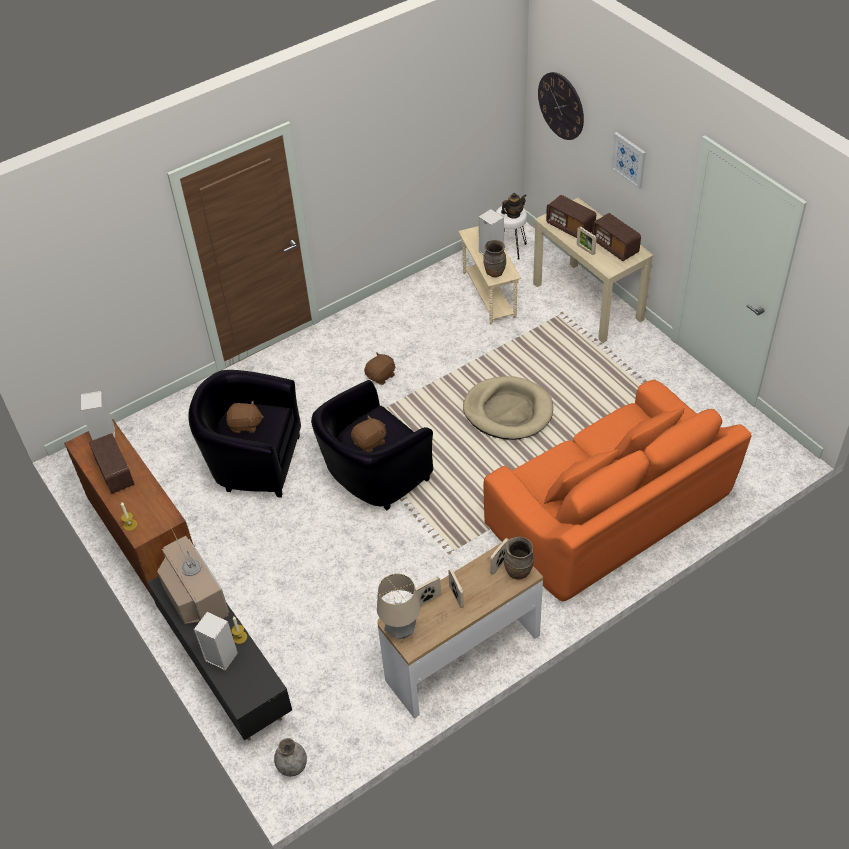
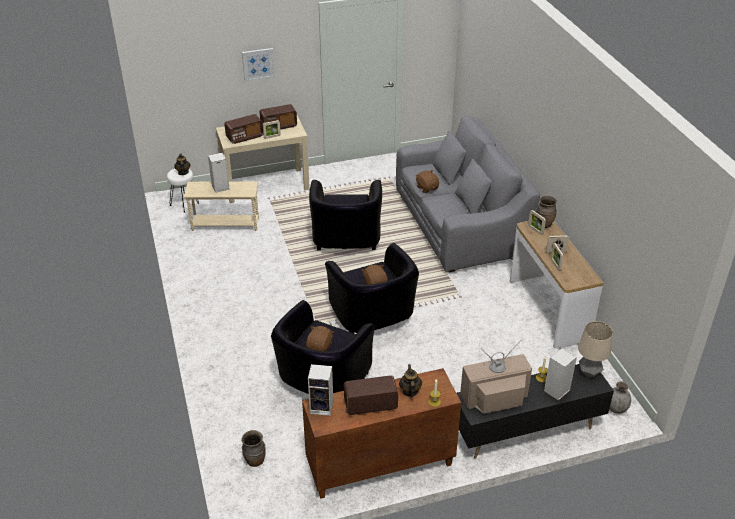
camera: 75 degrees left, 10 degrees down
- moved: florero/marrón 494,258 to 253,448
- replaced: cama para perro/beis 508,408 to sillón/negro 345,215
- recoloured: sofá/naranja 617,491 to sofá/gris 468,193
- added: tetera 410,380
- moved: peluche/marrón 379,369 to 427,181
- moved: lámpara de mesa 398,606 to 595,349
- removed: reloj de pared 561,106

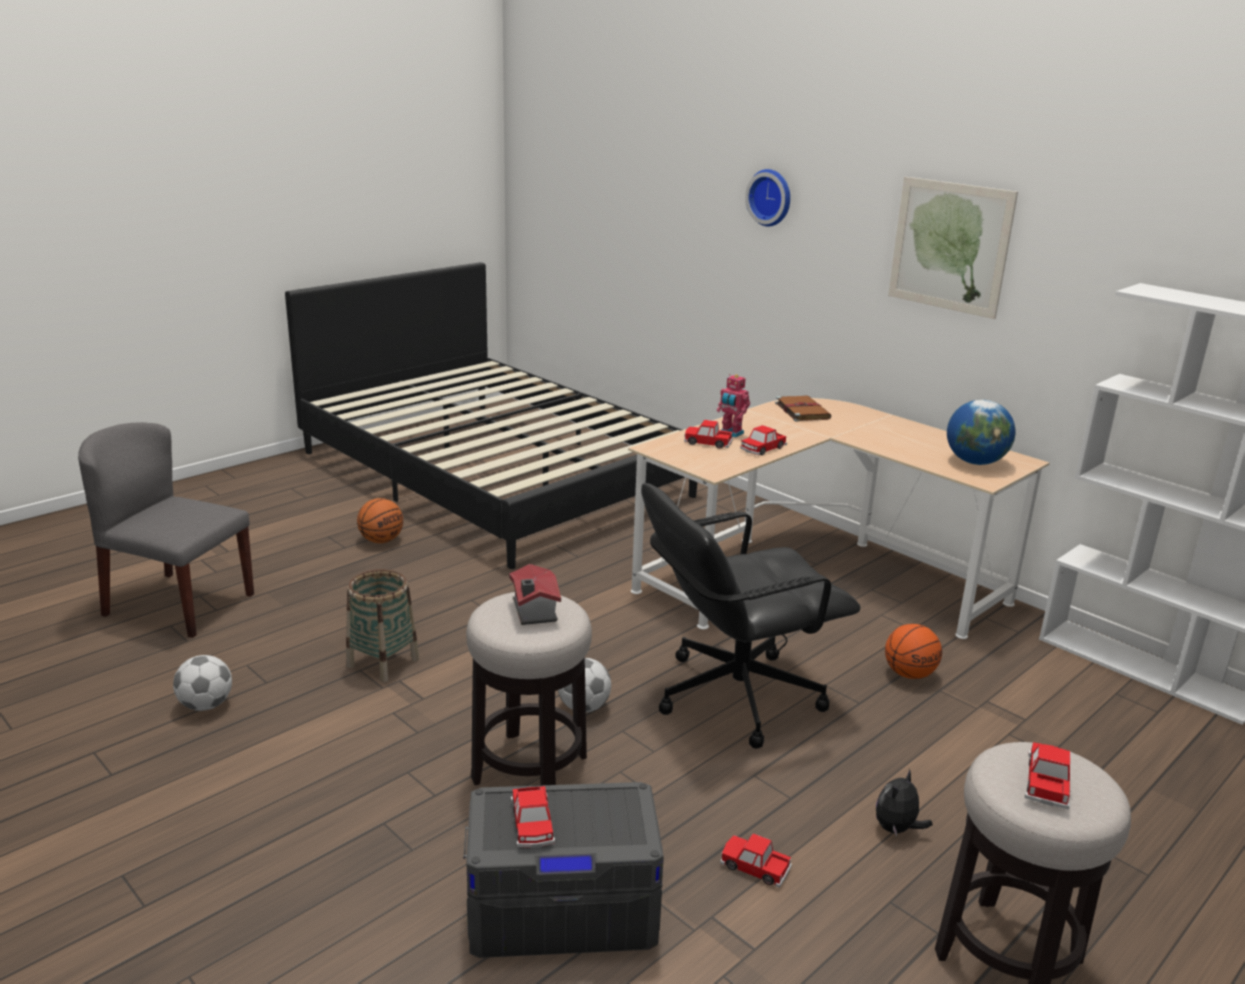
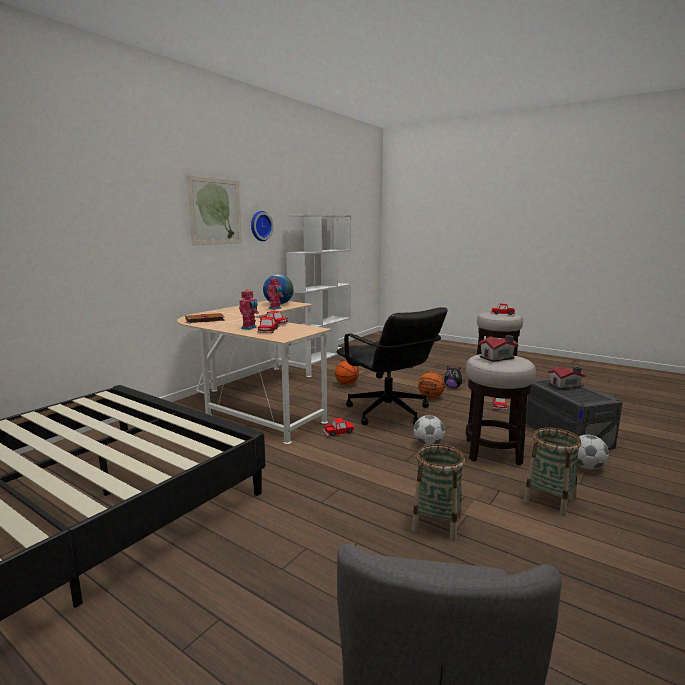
camera: 100 degrees left, 10 degrees down
- moved: reloj de pared 767,198 to 262,226
- added: robot de juguete 275,293
- moved: coche de juguete 533,817 to 338,427
- moved: balón de baloncesto 380,520 to 431,385
- added: cesta 552,472
- added: casita 566,377
- moved: balón de fútbol 202,683 to 593,452

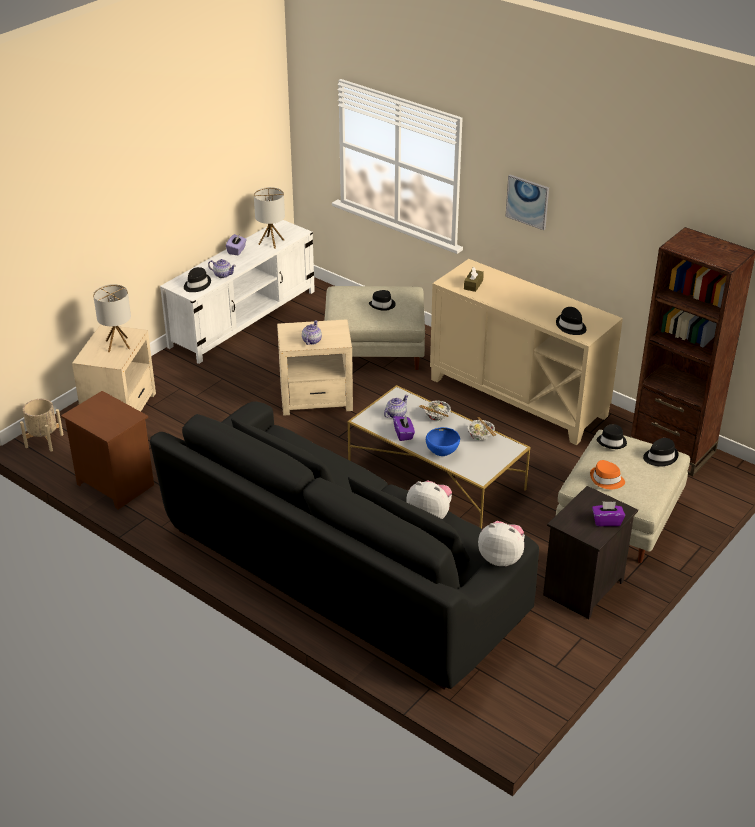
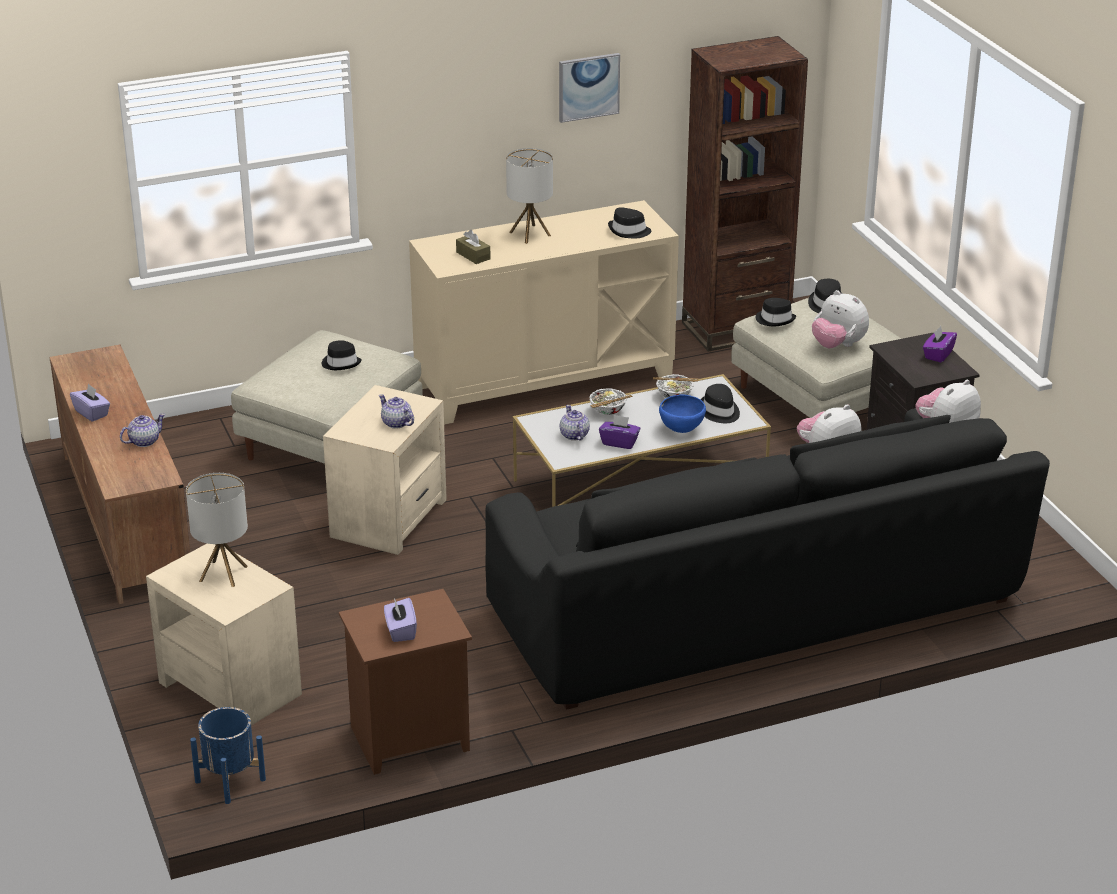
camera: 60 degrees left, 5 degrees down
- recoloured: mueble de televisión/blanco 237,292 to mueble de televisión/marrón 119,474
- recoloured: maceta/beis 42,425 to maceta/azul 228,755
- added: caja de pañuelos/morado 400,620
- moved: lámpara de mesa 269,218 to 529,196
- moved: cuadro 527,202 to 589,88
- moved: sombrero/negro 197,279 to 720,403
- replaced: sombrero/naranja 607,474 to peluche 840,319

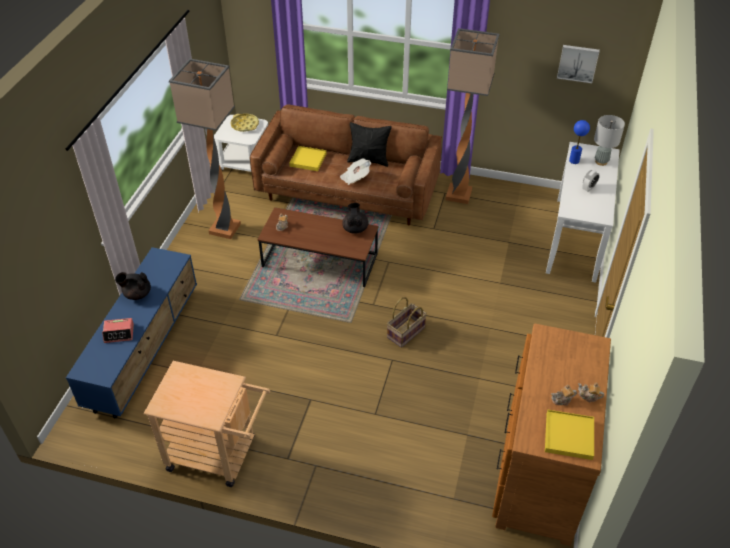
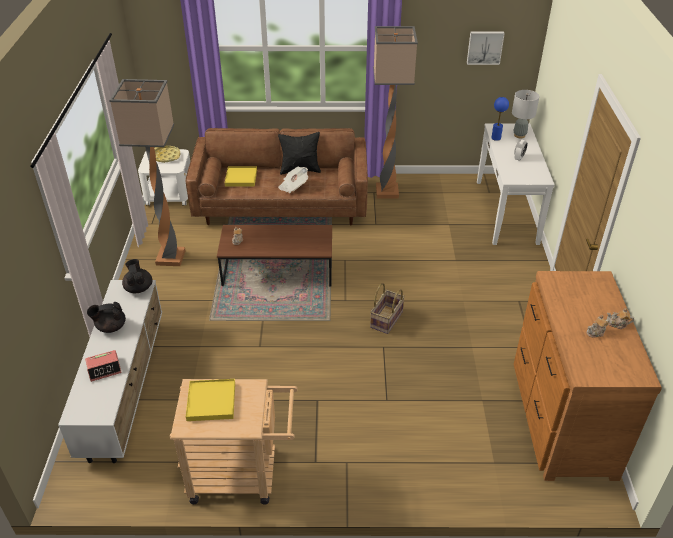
camera: 15 degrees left, 5 degrees down
- recoloured: mueble de televisión/azul 131,332 to mueble de televisión/blanco 110,371
- moved: tetera/negro 355,218 to 137,276
- moved: bandeja/amarillo 569,435 to 210,400

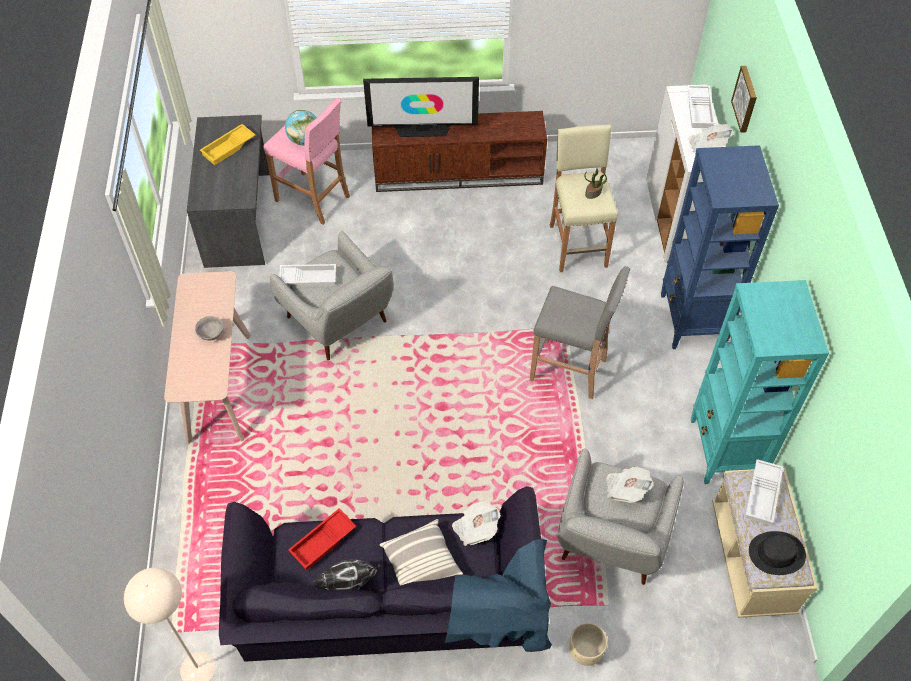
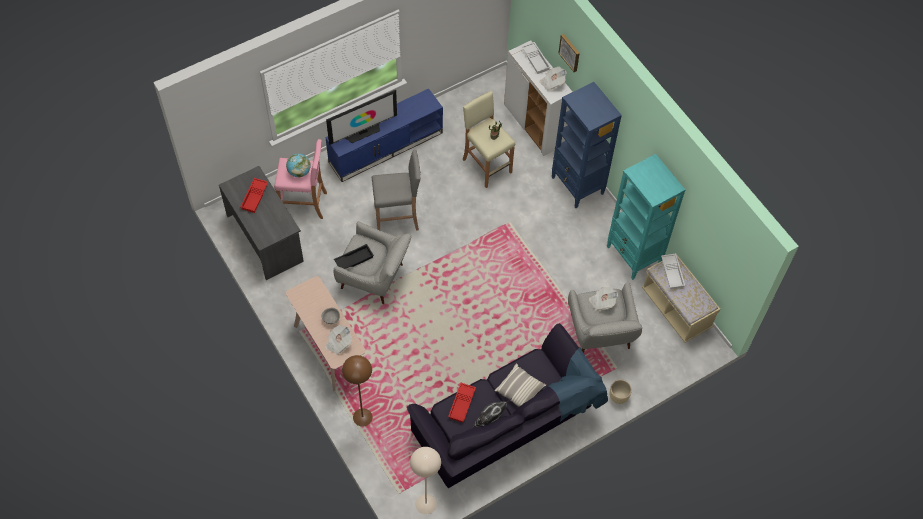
camera: 30 degrees left, 5 degrees up
- recoloured: bandeja/amarillo 227,144 to bandeja/rojo 254,195
- recoloured: mueble de televisión/marrón 459,151 to mueble de televisión/azul 384,135
- moved: periódico 476,523 to 338,340
- recoloured: bandeja/blanco 307,275 to bandeja/negro 354,256
- added: lámpara de pie/marrón 357,391
- moved: taburete/gris 579,332 to 396,190
- removed: sombrero/negro 777,553

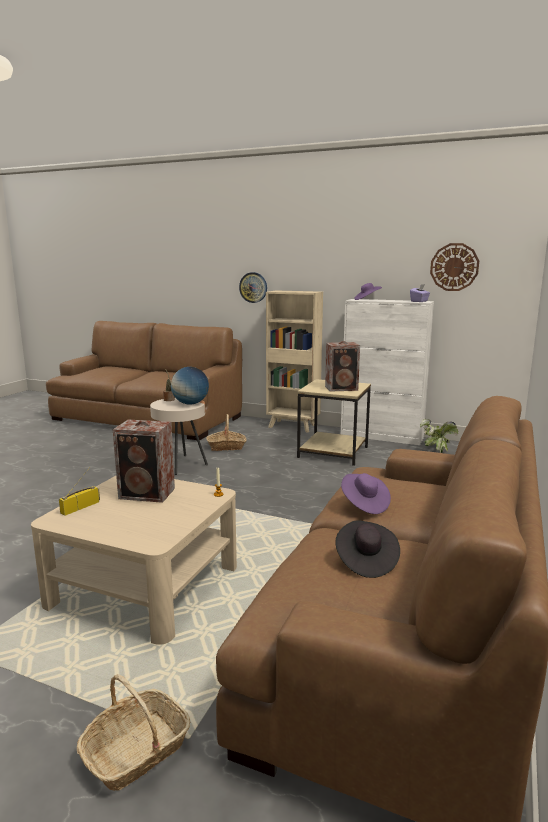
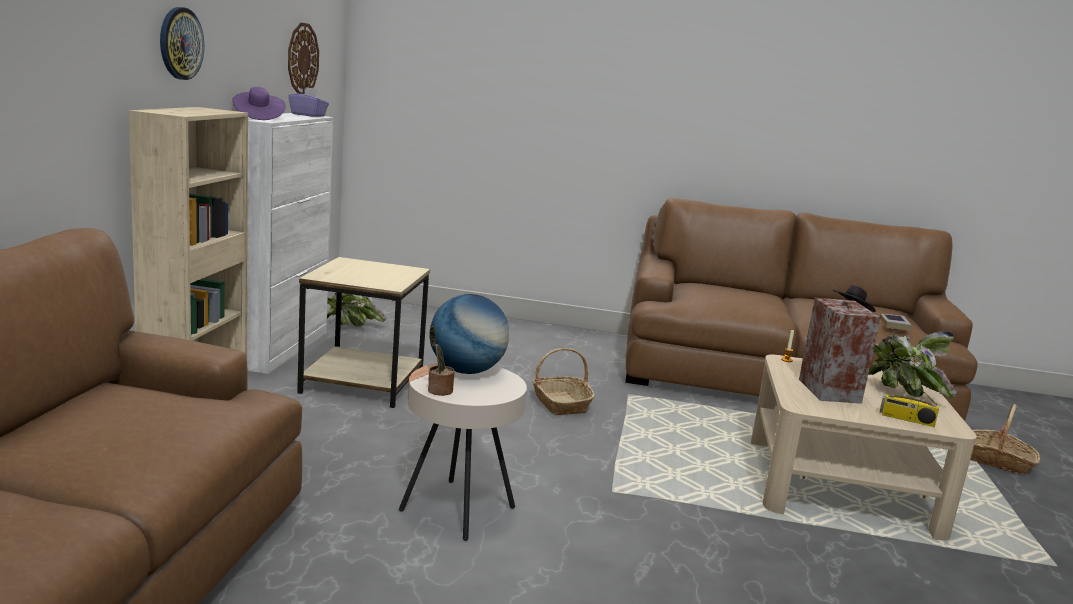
camera: 105 degrees left, 0 degrees up
- moved: reloj de pared 253,287 to 182,43
- moved: cesta 226,432 to 563,381
- added: planta en maceta 912,365
- added: libro 896,322
- removed: altavoz 342,366
- removed: sombrero/morado 366,493

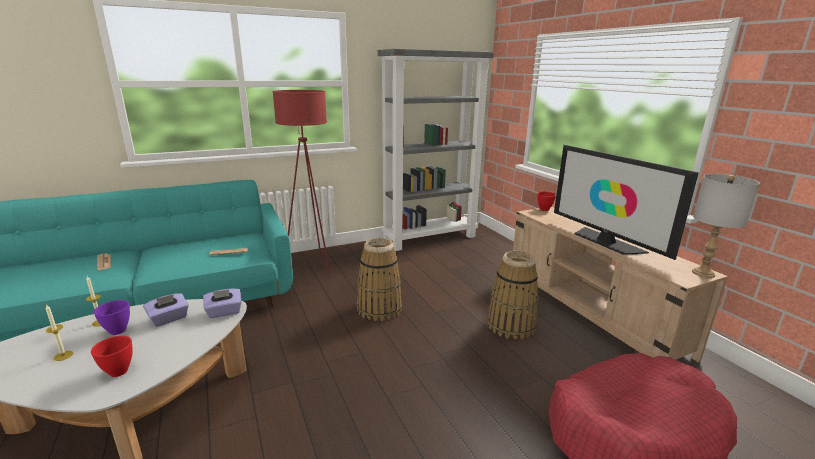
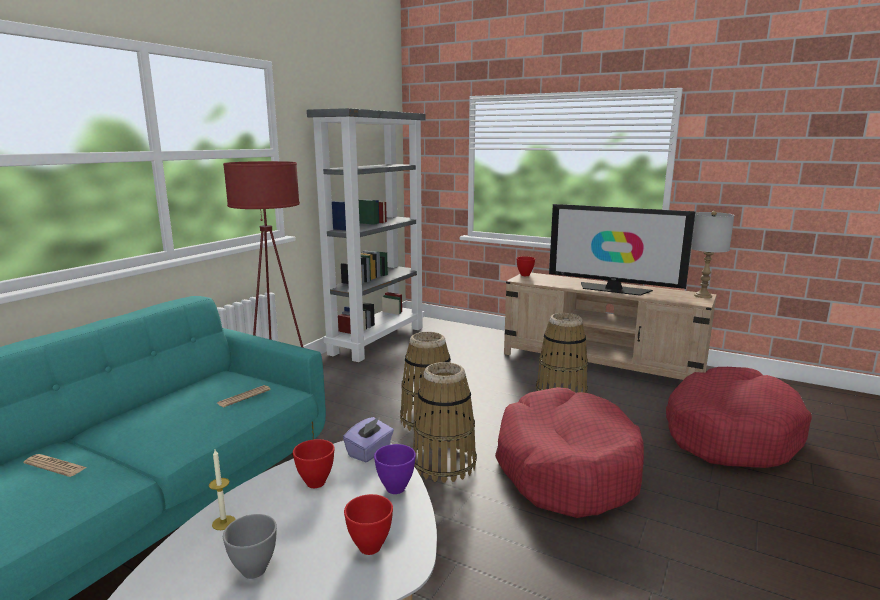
camera: 35 degrees left, 5 degrees down
- replaced: vela 59,332 to cuenco/gris 250,546
- replaced: caja de pañuelos/morado 166,310 to cuenco/rojo 314,463
- moved: cuenco/morado 112,317 to 395,469
- added: cesta 445,422
- added: cama para perro/rojo 569,452

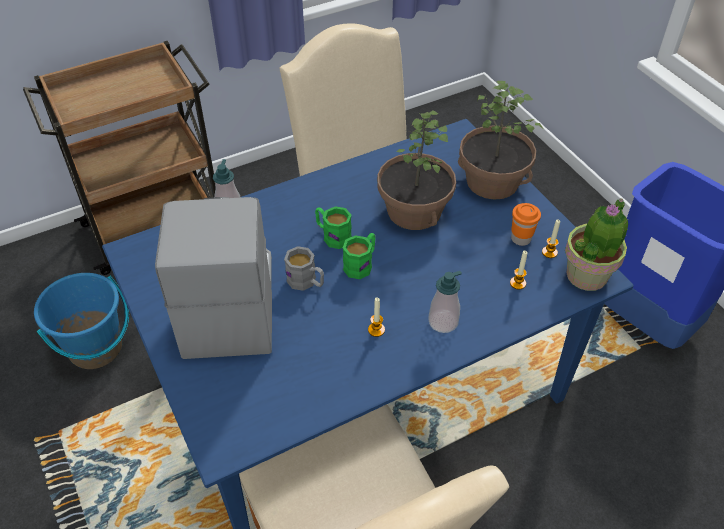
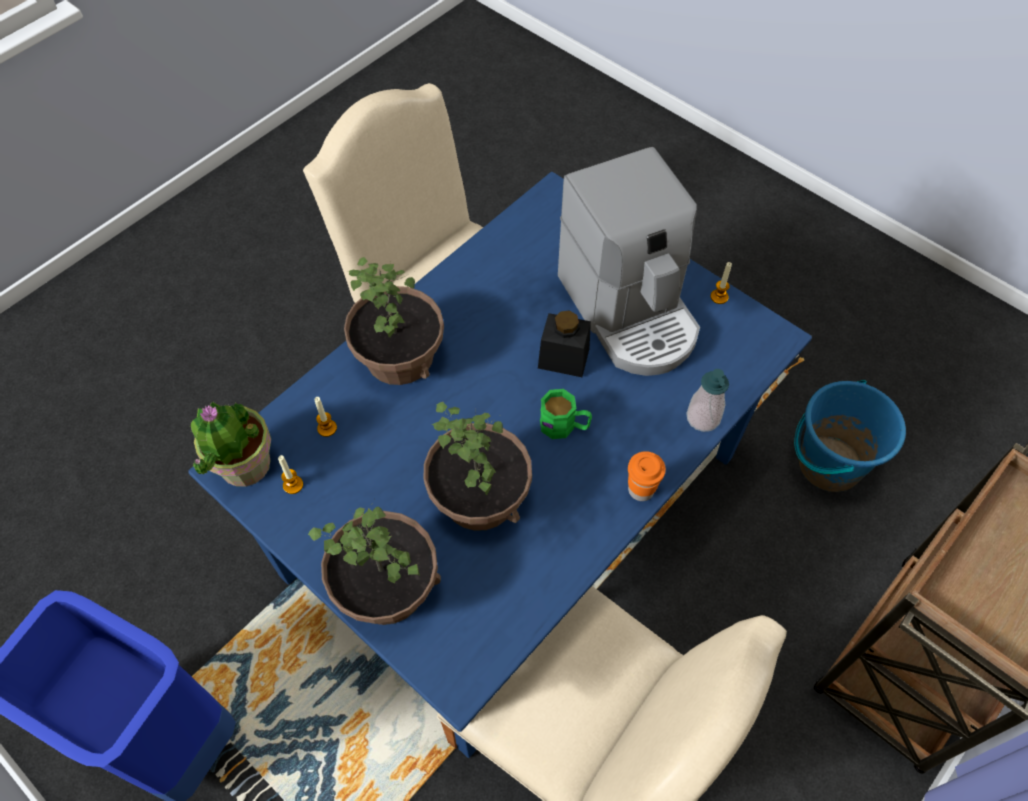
camera: 160 degrees right, 10 degrees up
- replaced: dispensador de jabón 445,302 to planta en maceta 394,321
- replaced: taza grande/gris 304,268 to tarro/negro 564,343
- moved: taza/naranja 526,224 to 647,476
- moved: vela 376,317 to 721,283
- removed: taza grande/verde 359,256

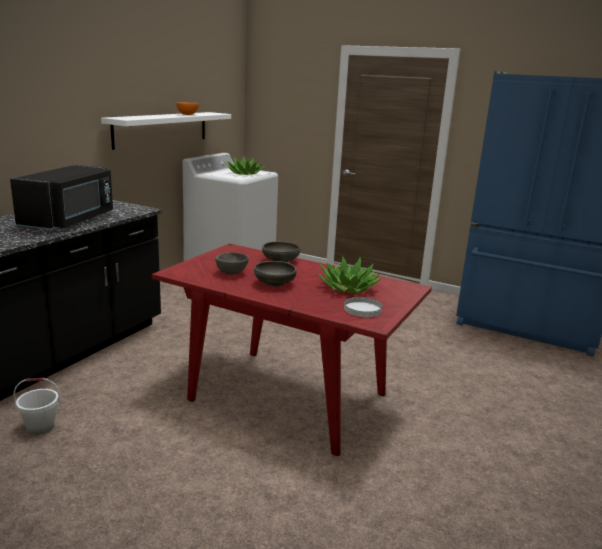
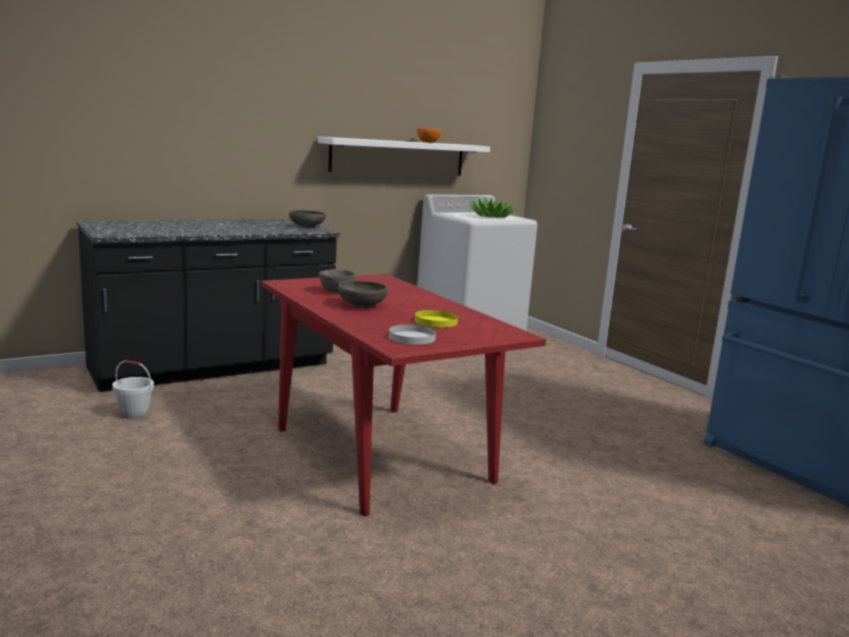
camera: 30 degrees right, 5 degrees down
- moved: cuenco/gris 281,252 to 307,219
- replaced: planta en maceta 349,274 to plato/amarillo 436,319
- removed: microondas/negro 61,197

